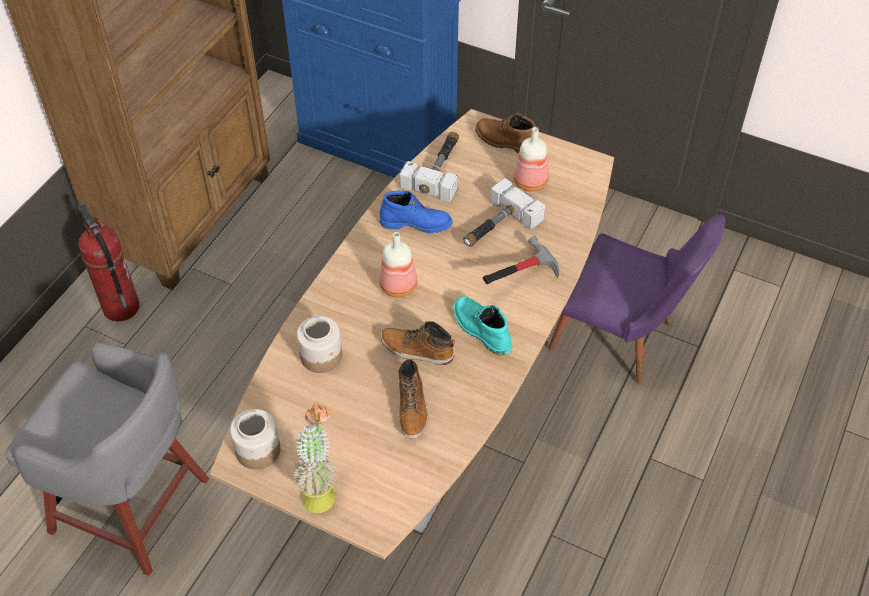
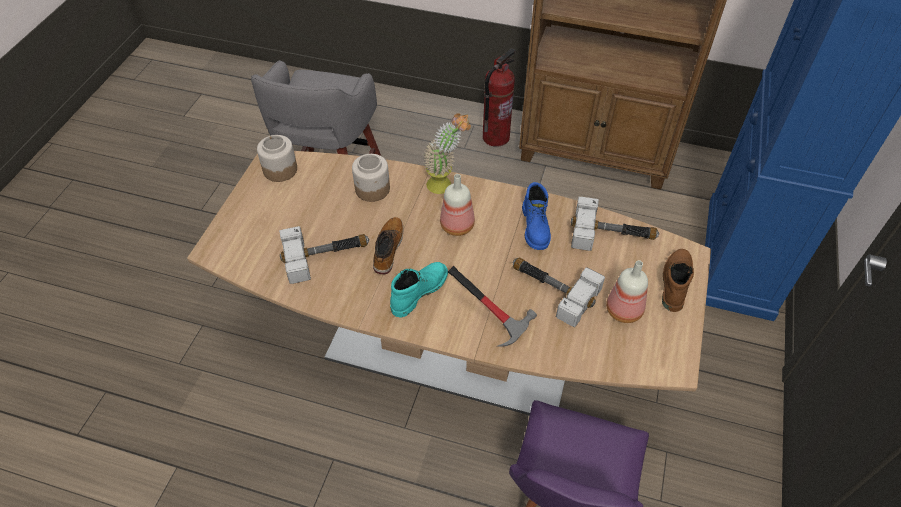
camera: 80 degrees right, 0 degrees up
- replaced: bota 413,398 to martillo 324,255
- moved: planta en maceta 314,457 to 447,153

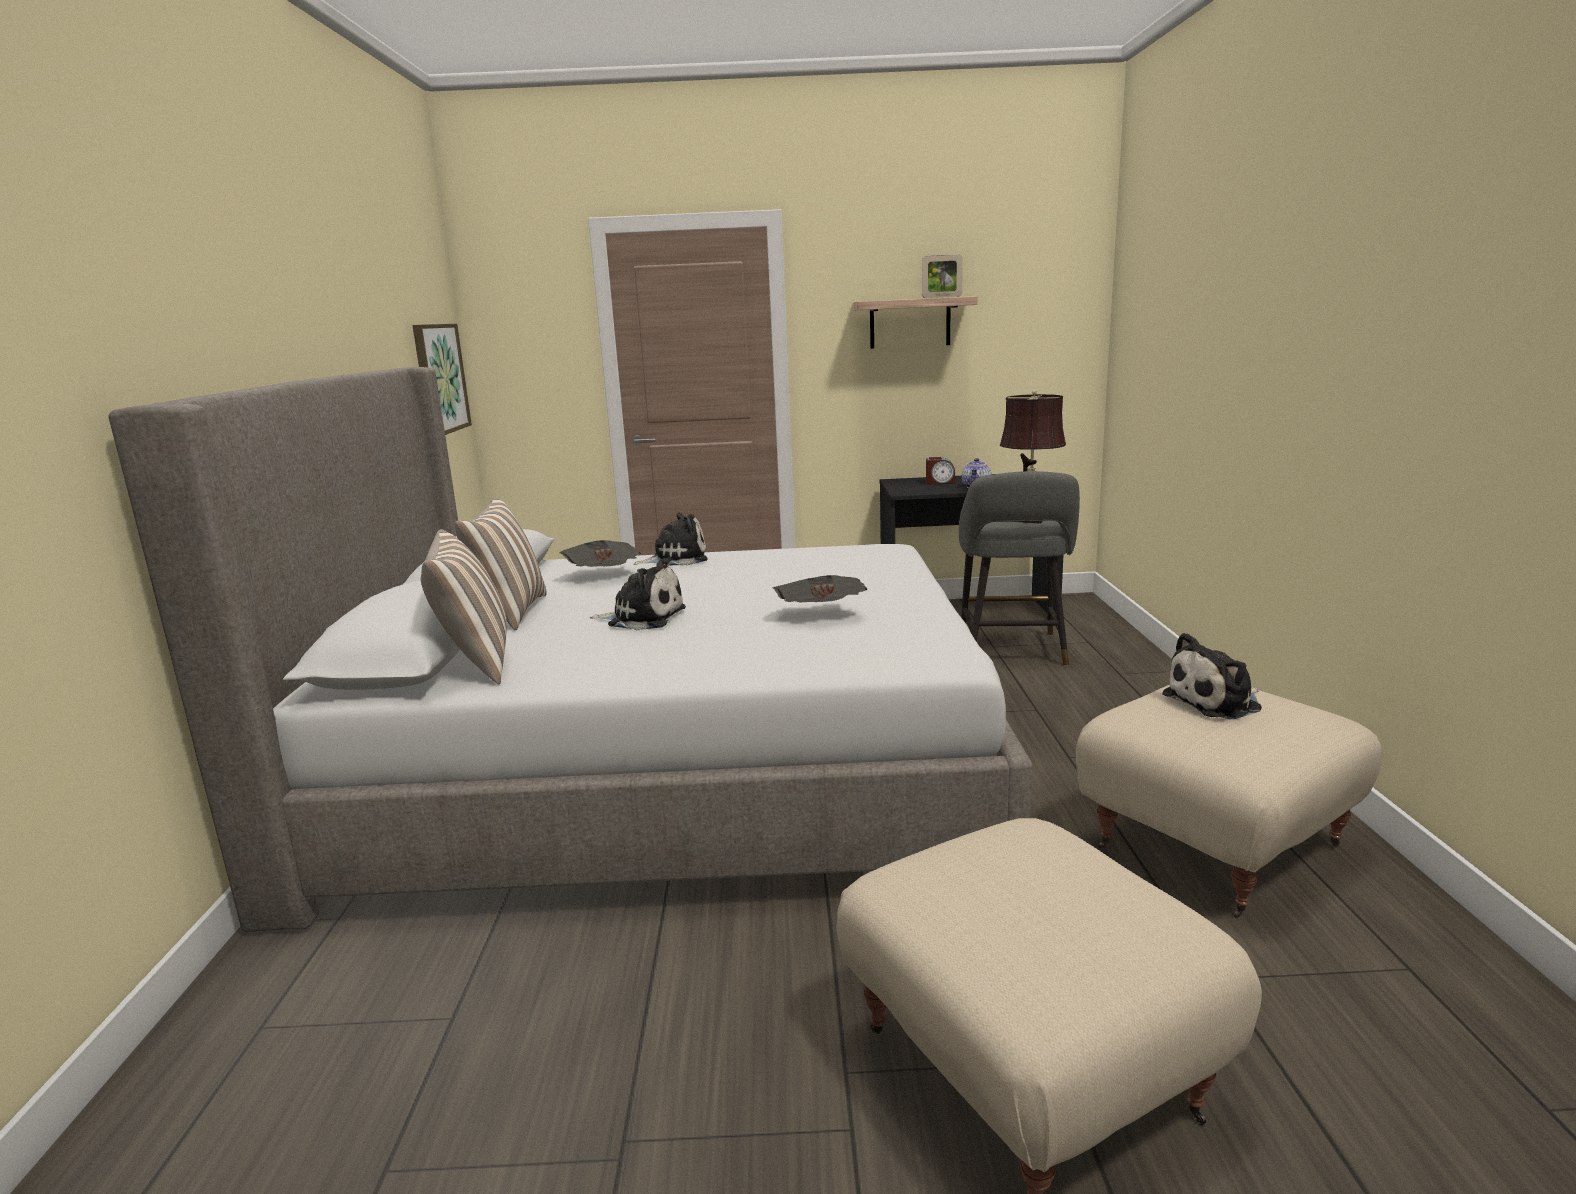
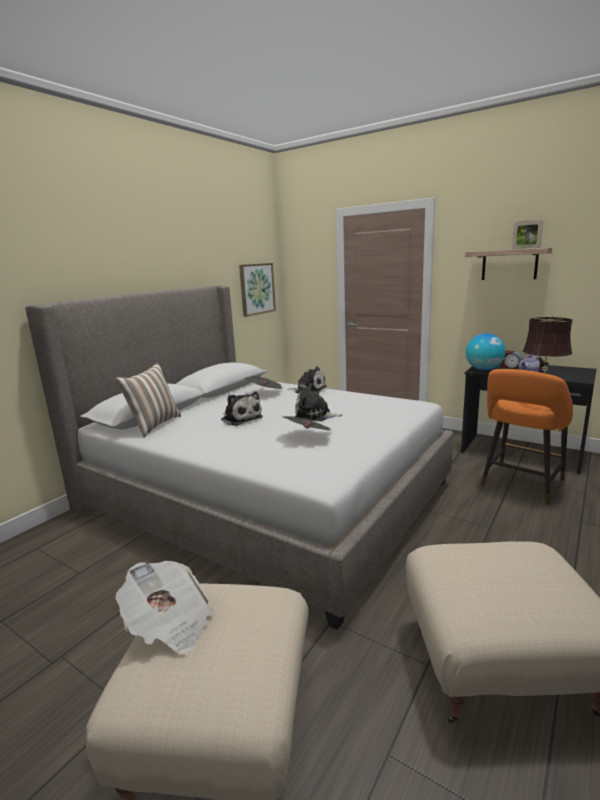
camera: 35 degrees right, 0 degrees up
- added: periódico 165,608
- moved: peluche 1212,676 to 319,402
- added: globo terráqueo 485,351
- recoloured: taburete/gris 1019,568 to taburete/naranja 526,437
- removed: cojín 500,563

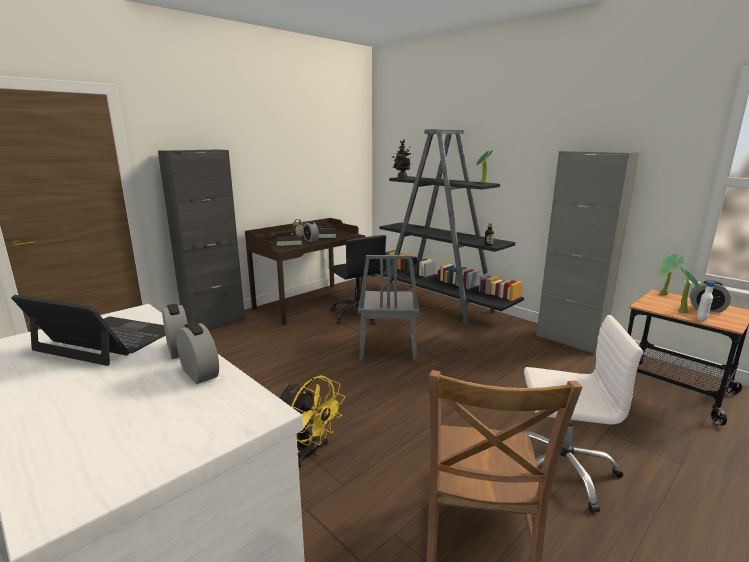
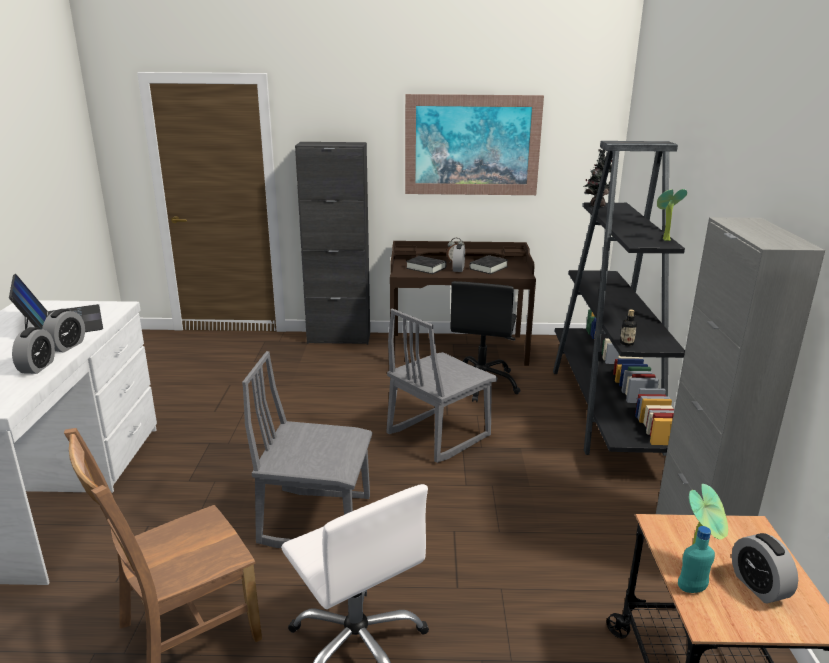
camera: 45 degrees right, 5 degrees up
- added: silla/gris 307,449
- added: cuadro 474,144
- recoloured: botella/blanco 706,301 to botella/turquesa 696,559
- removed: ventilador/amarillo 312,421
- removed: planta en maceta 671,274

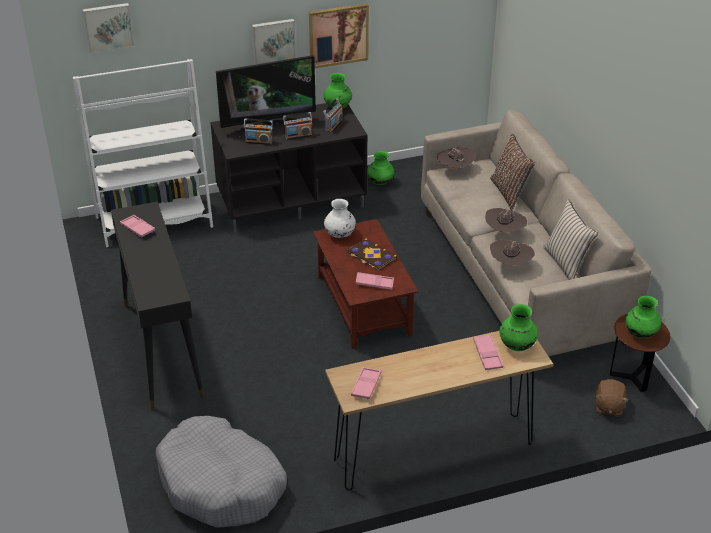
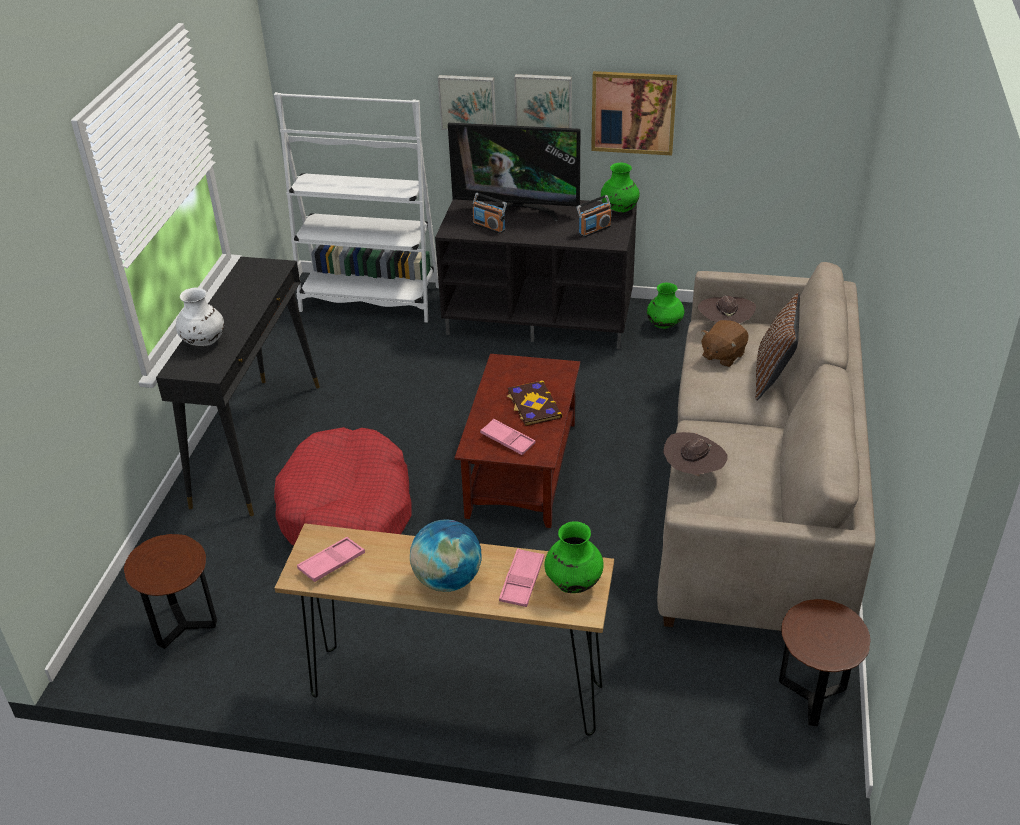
camera: 30 degrees right, 0 degrees up
- replaced: cama para perro/gris 221,472 to mesa auxiliar/marrón 170,591
- moved: florero/blanco 340,218 to 200,316
- added: cama para perro/rojo 343,486
- added: globo terráqueo 446,555
- moved: cuadro 108,28 to 467,102
- moved: peluche/marrón 612,397 to 724,343
- removed: bandeja/rosa 137,226
- removed: radio 297,126
- removed: sombrero/marrón 506,221
- removed: cojín/beis 570,239
- removed: florero/verde 643,317

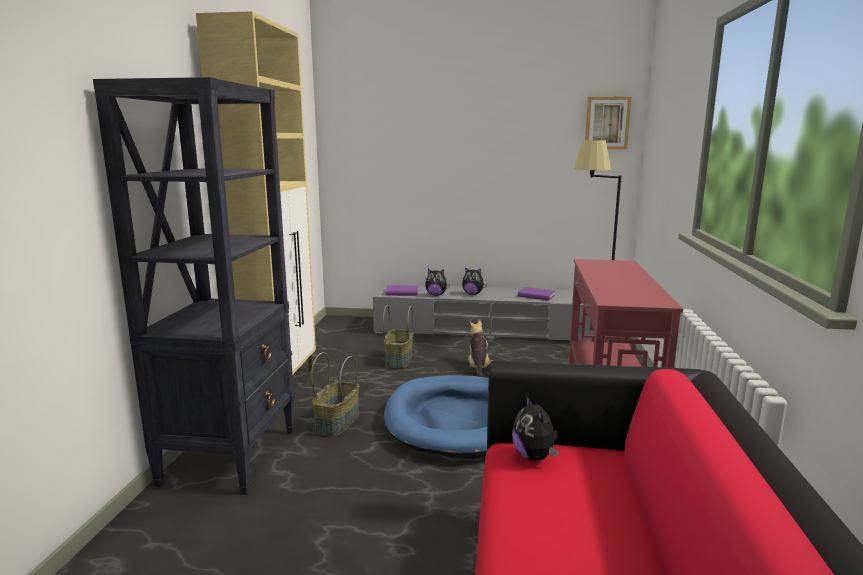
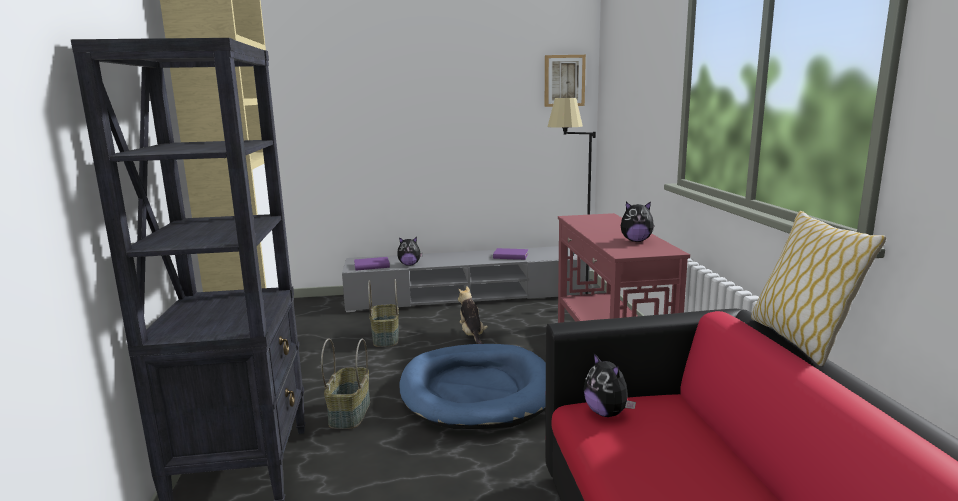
camera: 15 degrees left, 0 degrees up
- moved: peluche 474,281 to 638,222
- added: cojín 818,288

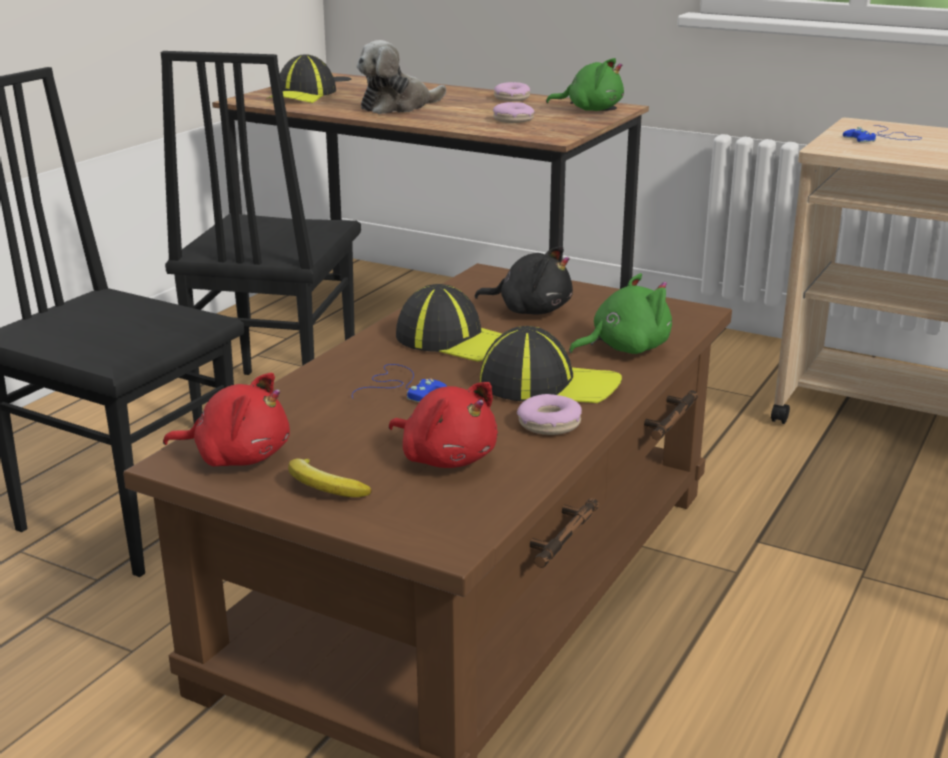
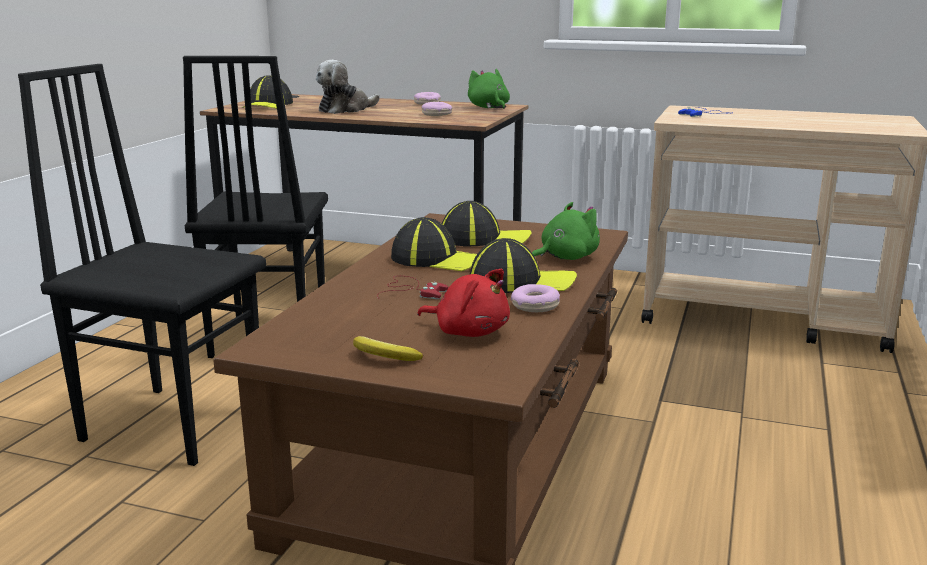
camera: 10 degrees left, 5 degrees down
- recoloured: mando de consola/azul 399,383 to mando de consola/rojo 412,287
- replaced: peluche/negro 523,280 to gorra 487,224
- turned: peluche/verde 585,84 = 489,89 120 degrees counterclockwise
- removed: peluche/rojo 226,419

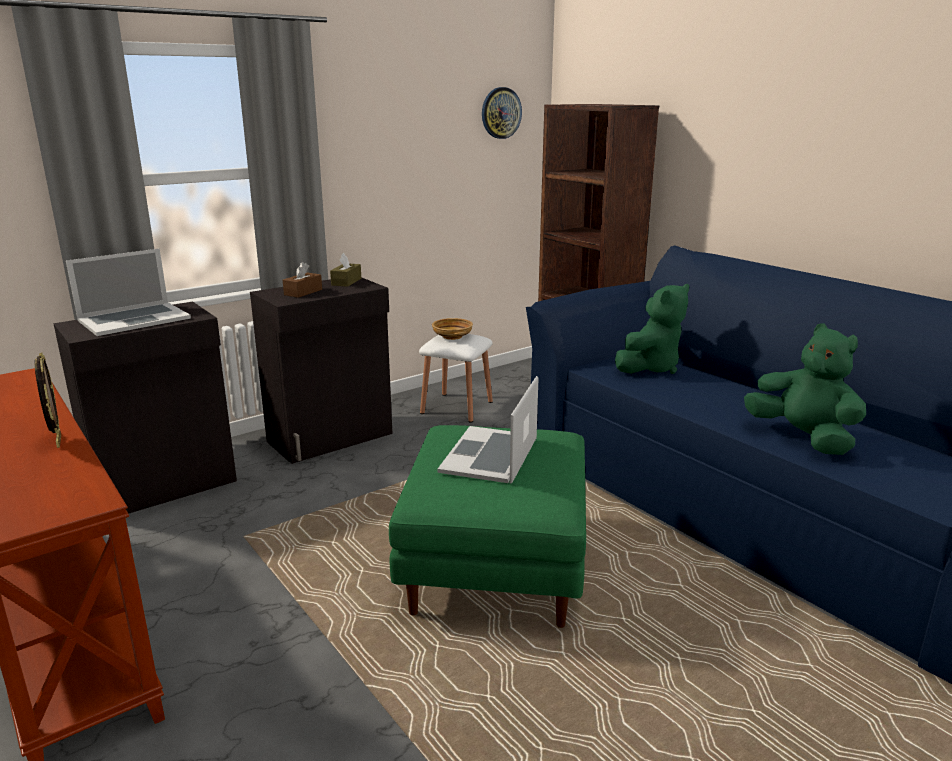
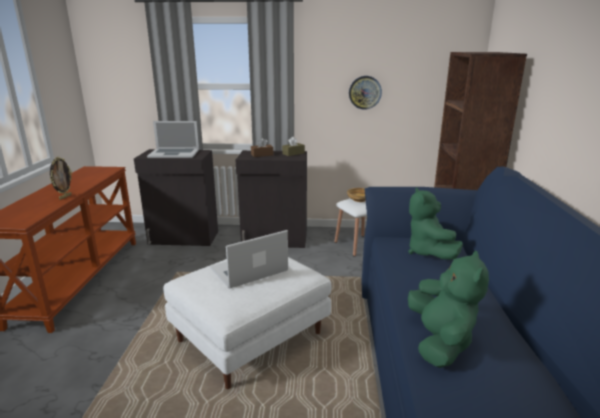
camera: 40 degrees right, 0 degrees up
- recoloured: puf/verde 487,526 to puf/blanco 247,323
- moved: reloj de pared 502,113 to 365,93
- turned: peluche/verde 652,329 = 435,223 90 degrees clockwise

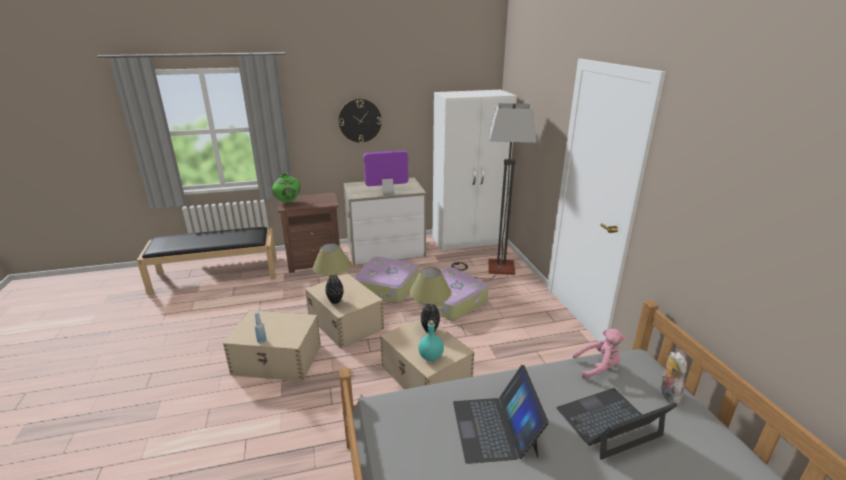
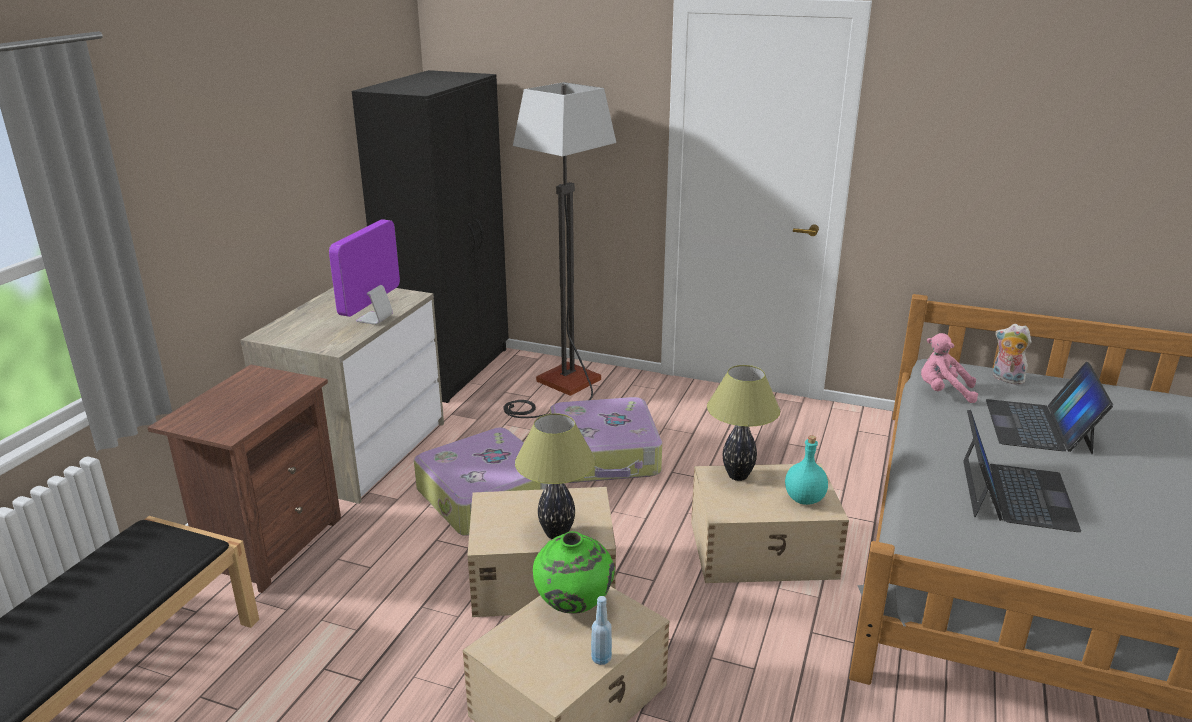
camera: 55 degrees left, 0 degrees up
- recoloured: armario ropero/blanco 475,170 to armario ropero/negro 430,236
- moved: florero/verde 286,188 to 574,572
- turned: peluche/rosa 599,354 = 949,368 105 degrees counterclockwise
- turned: portátil 501,414 = 1022,471 105 degrees counterclockwise
- removed: reloj de pared 360,121

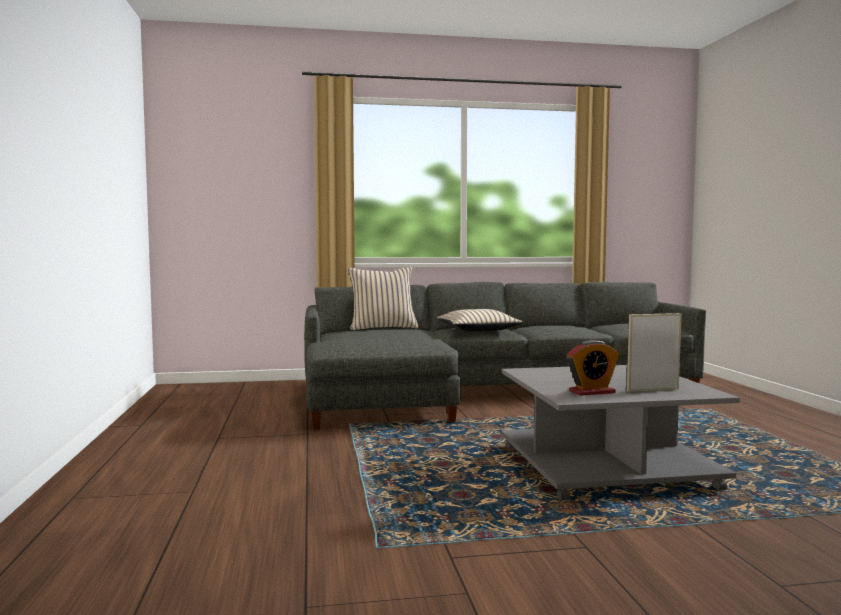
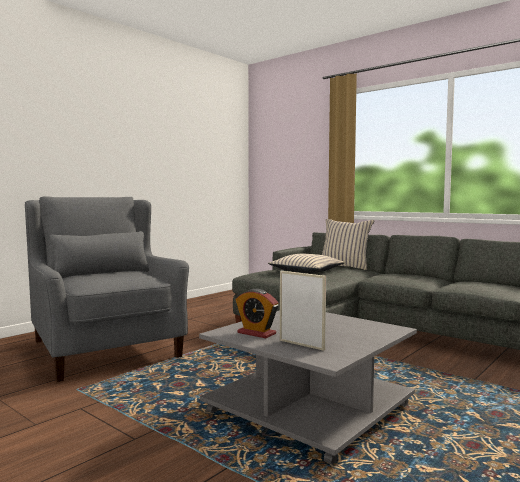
camera: 50 degrees right, 0 degrees up
- added: sillón/gris 107,289
- moved: cojín/beis 480,320 to 306,263

